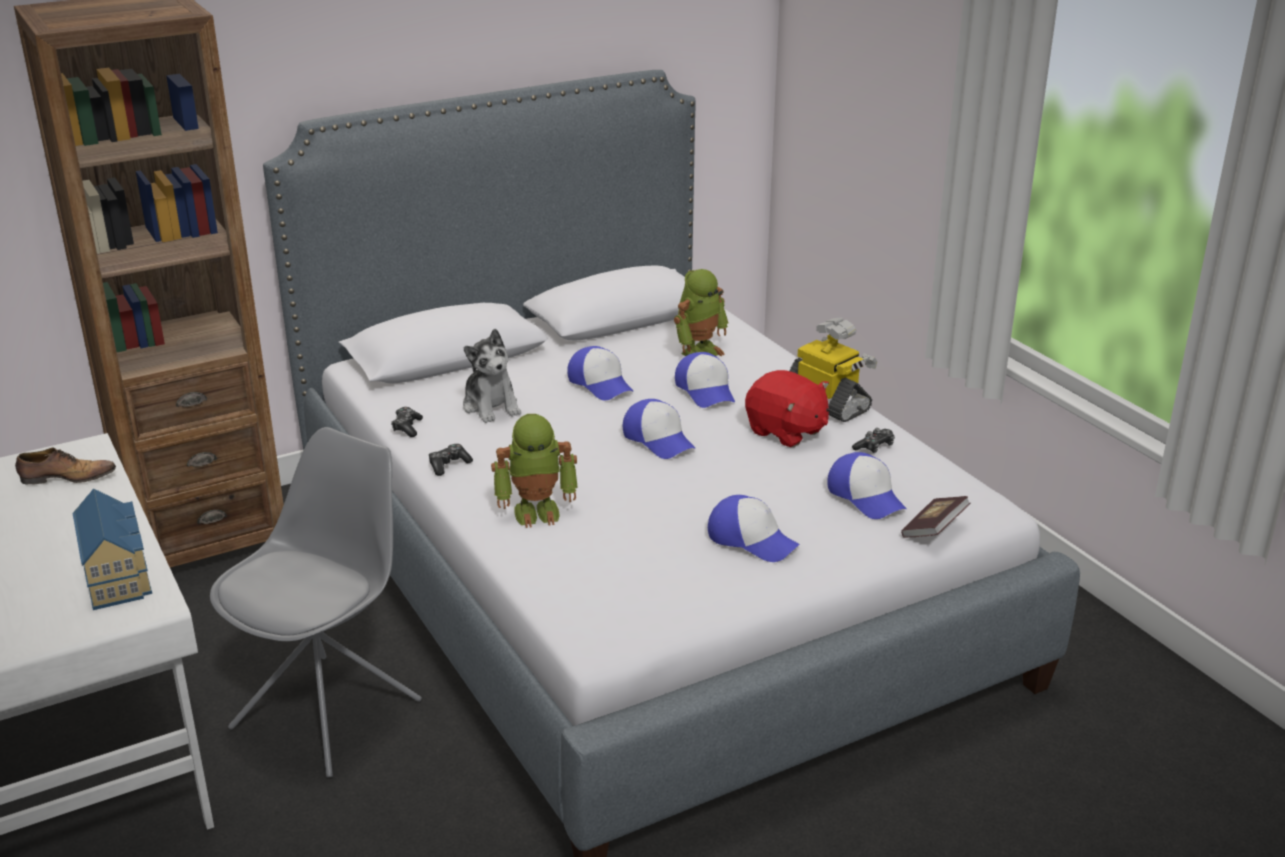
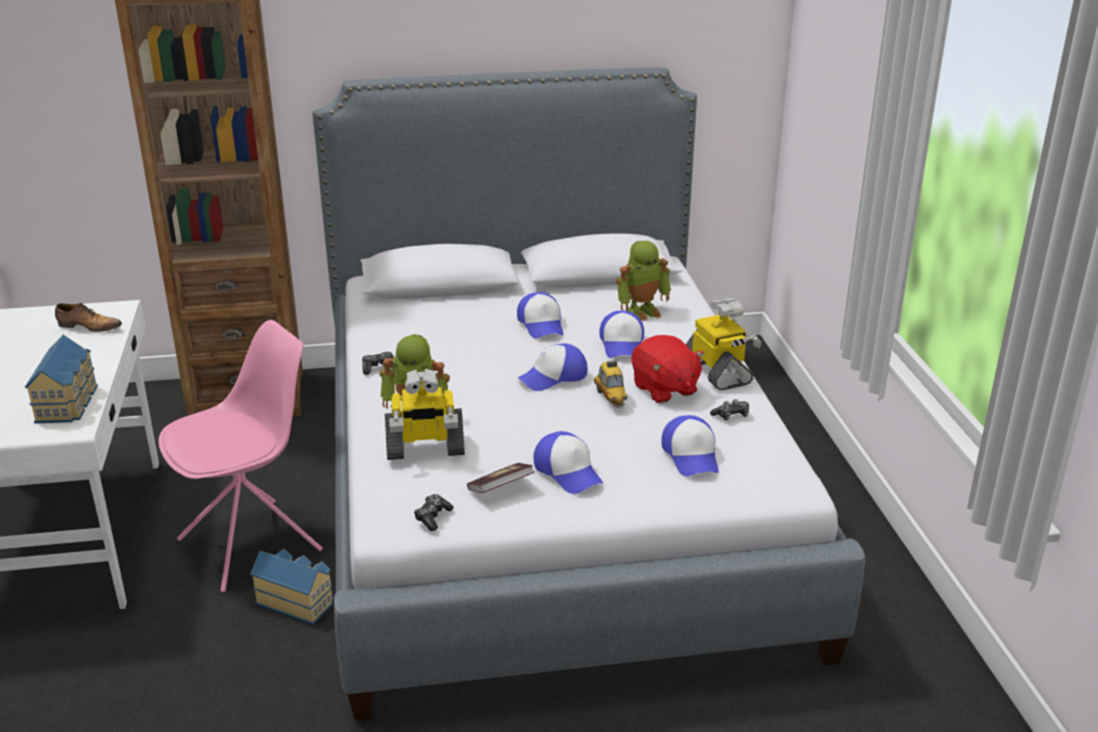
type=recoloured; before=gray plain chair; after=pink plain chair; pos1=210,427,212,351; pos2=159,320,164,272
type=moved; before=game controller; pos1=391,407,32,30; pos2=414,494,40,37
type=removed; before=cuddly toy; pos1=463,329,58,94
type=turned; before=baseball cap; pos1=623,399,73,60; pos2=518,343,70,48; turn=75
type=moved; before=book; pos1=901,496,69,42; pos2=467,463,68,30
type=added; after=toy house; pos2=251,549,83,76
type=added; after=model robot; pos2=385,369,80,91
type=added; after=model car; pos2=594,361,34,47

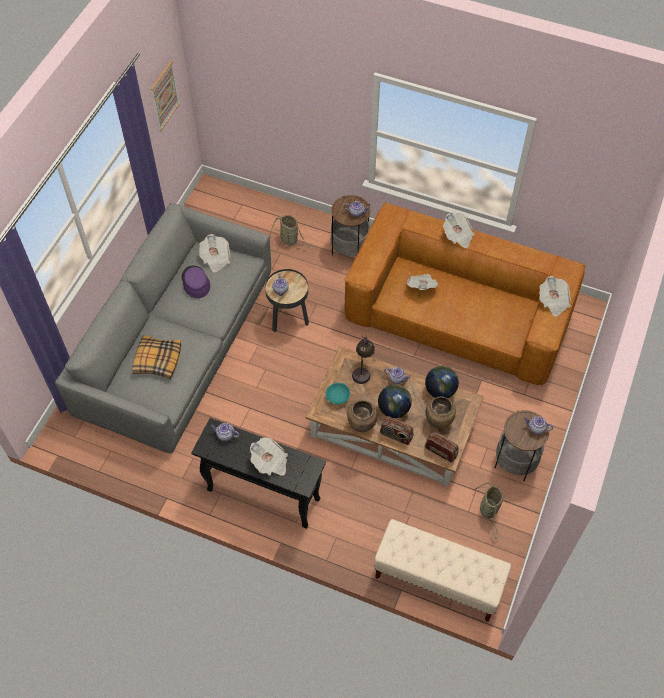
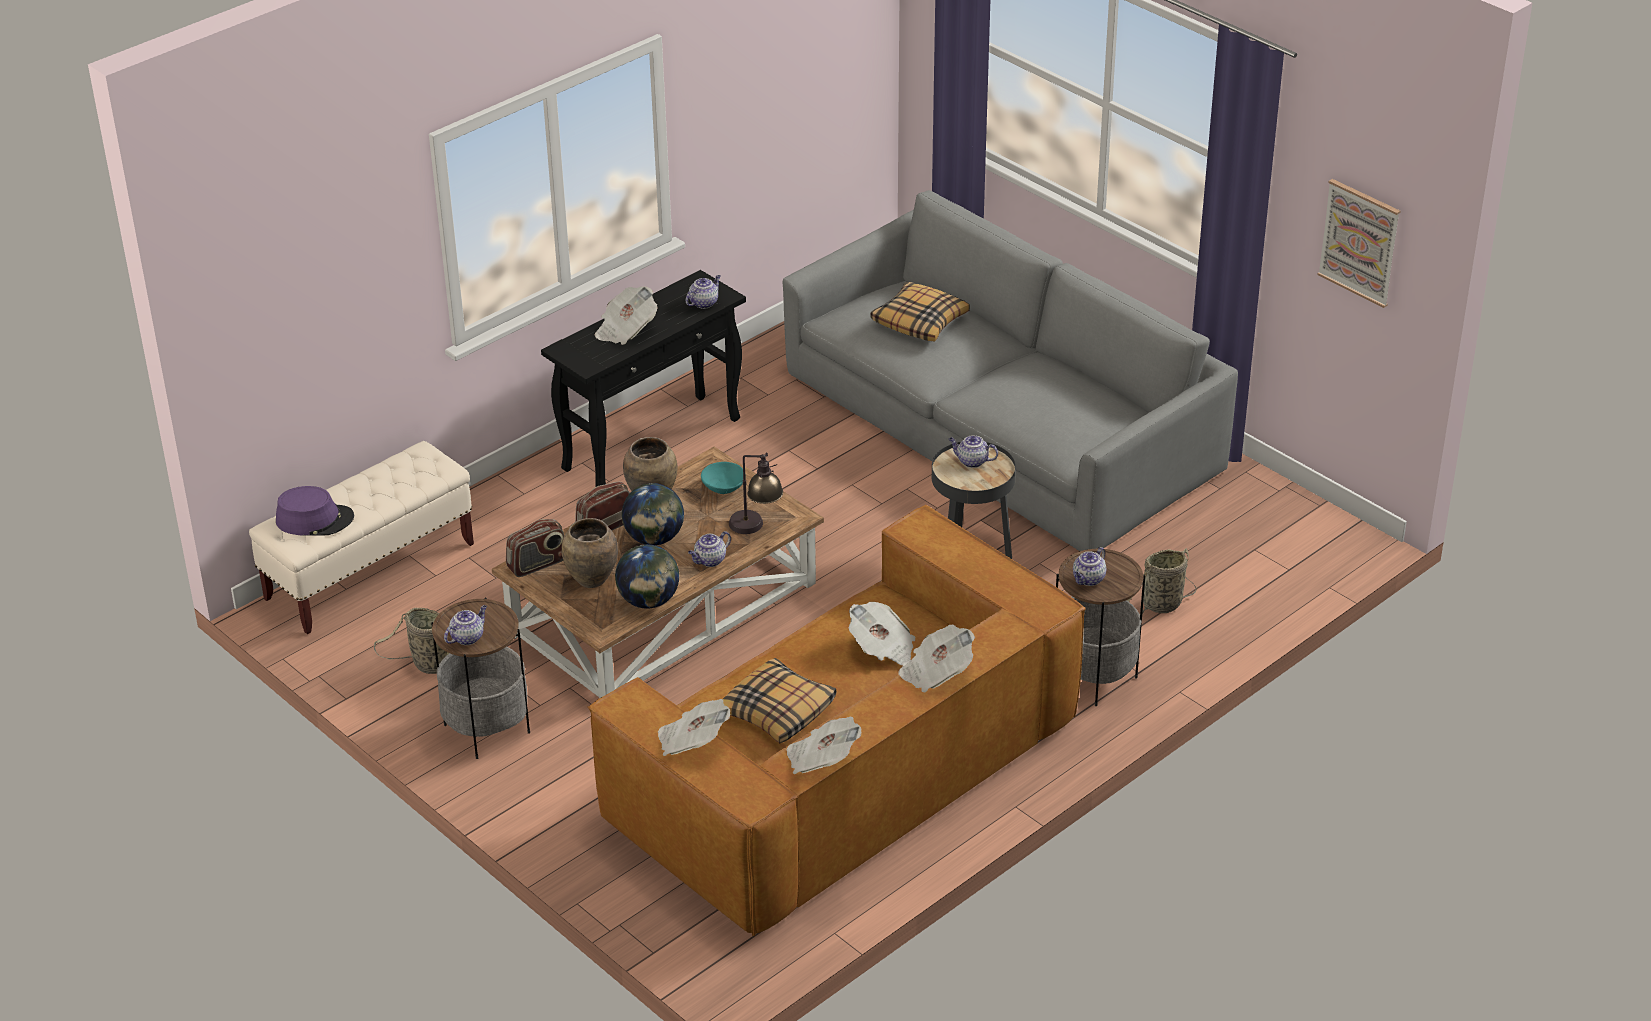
type=moved; before=purple-coloured hat; pos1=182,266,28,32; pos2=276,486,78,50
type=moved; before=printed paper; pos1=199,234,31,38; pos2=786,717,76,57
type=added; after=cushion; pos2=723,658,113,85

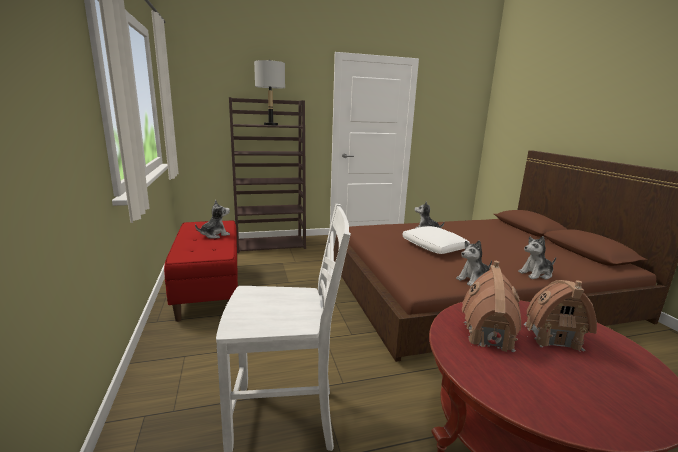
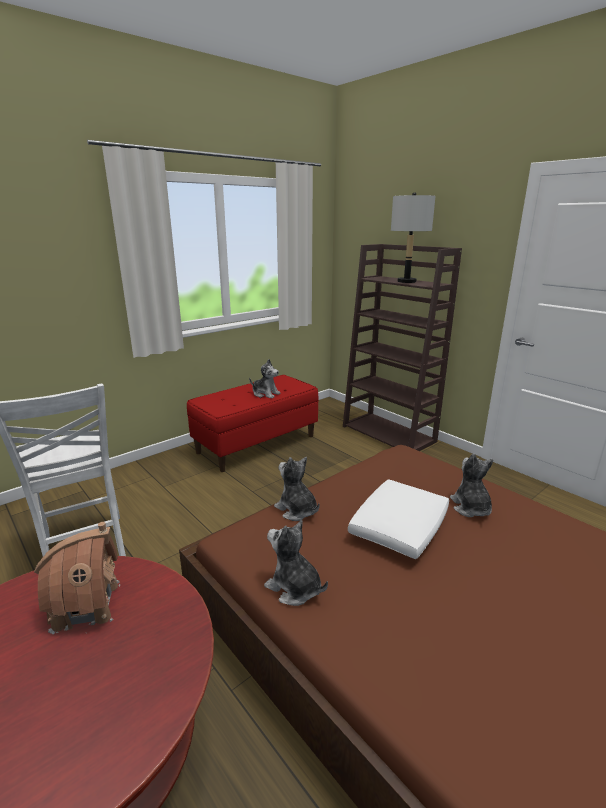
type=moved; before=cuddly toy; pos1=518,236,38,44; pos2=274,457,46,64
type=removed; before=toy house; pos1=524,280,73,72

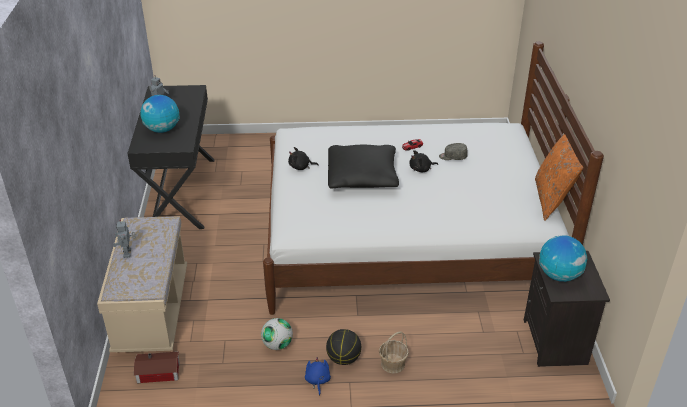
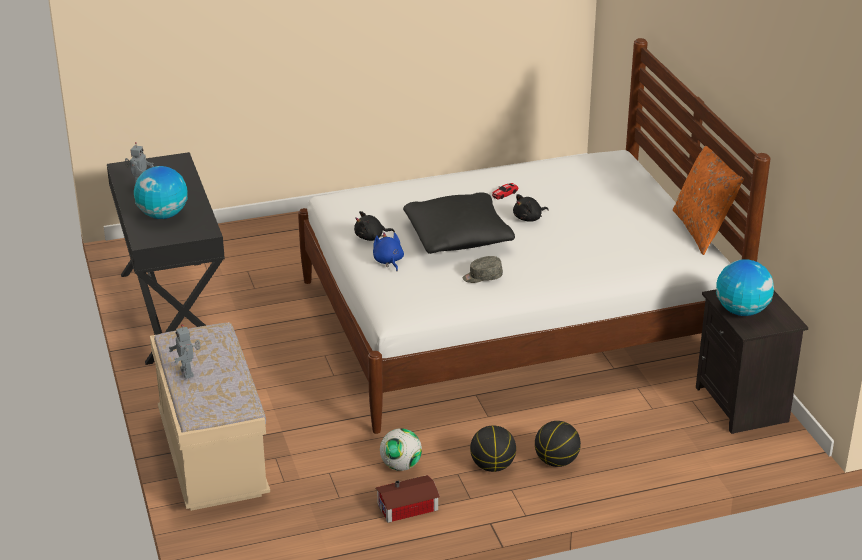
type=moved; before=toy house; pos1=134,351,46,32; pos2=376,475,64,48
type=moved; before=blue-coloured cuddly toy; pos1=305,357,26,39; pos2=373,232,31,39
type=replaced; before=storage basket; after=ball for basketball; pos1=379,332,30,41; pos2=535,421,46,46
type=moved; before=gray baseball cap; pos1=439,143,29,17; pos2=463,256,40,27

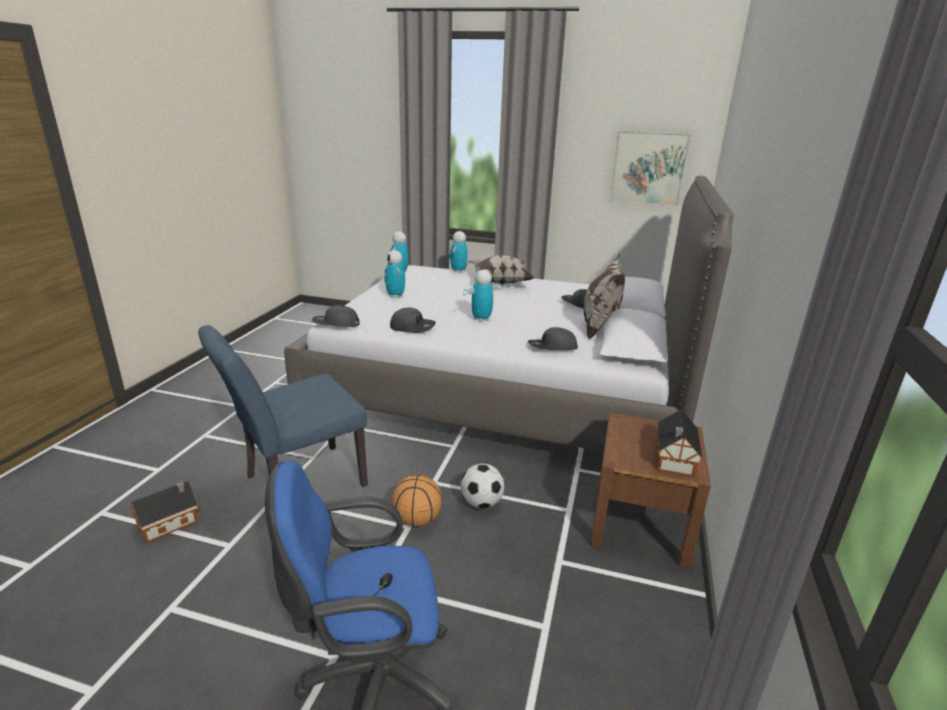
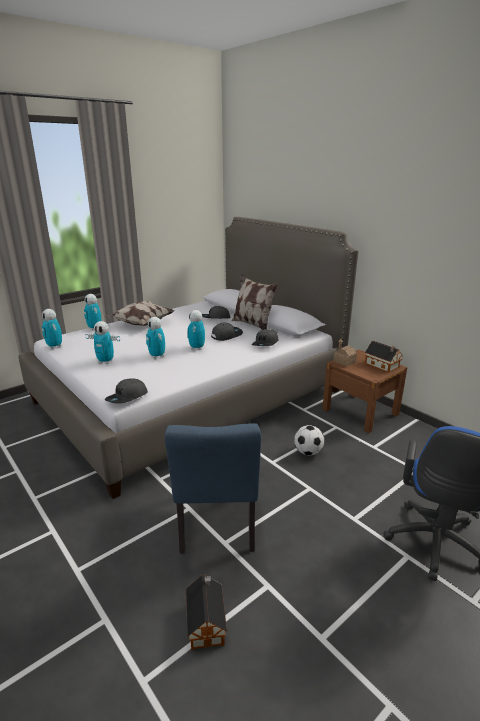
type=moved; before=gray baseball cap; pos1=390,307,46,26; pos2=211,322,32,19
type=removed; before=ball for basketball; pos1=392,474,50,52
type=removed; before=wall art; pos1=609,130,82,77
type=added; after=model robot; pos2=146,317,19,42
type=added; after=toy house; pos2=333,339,24,28

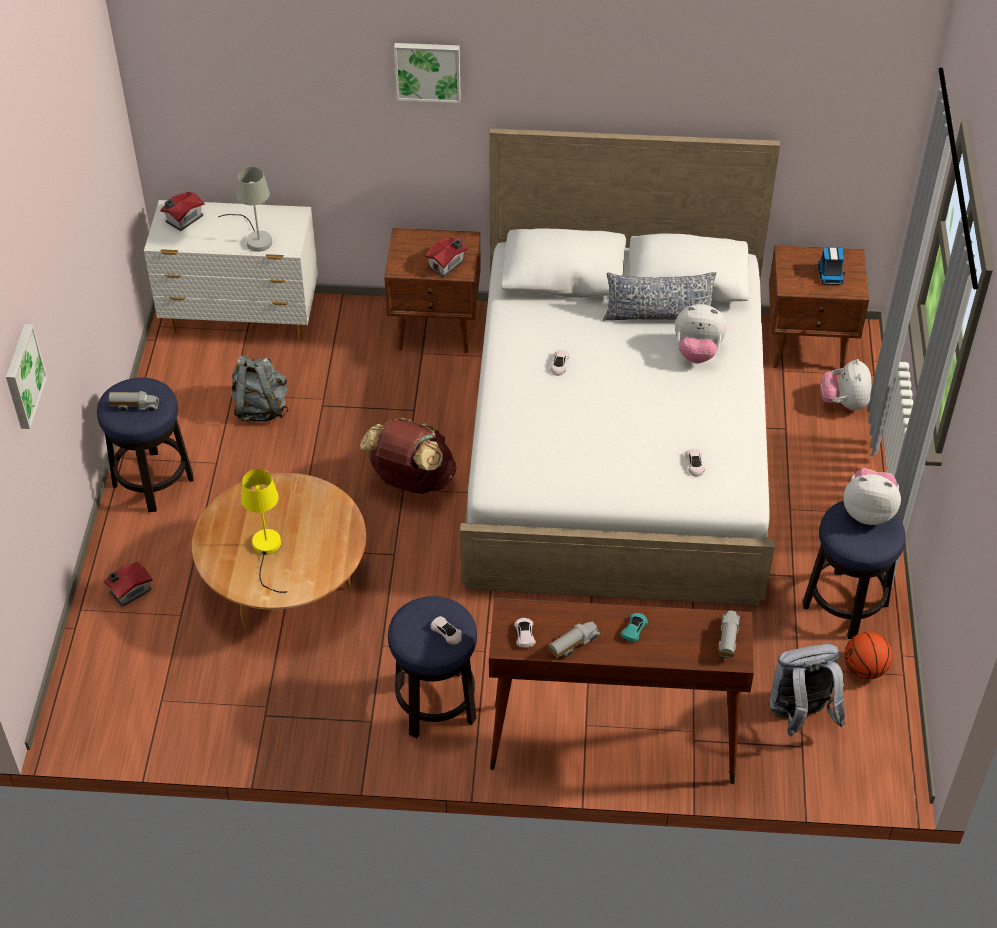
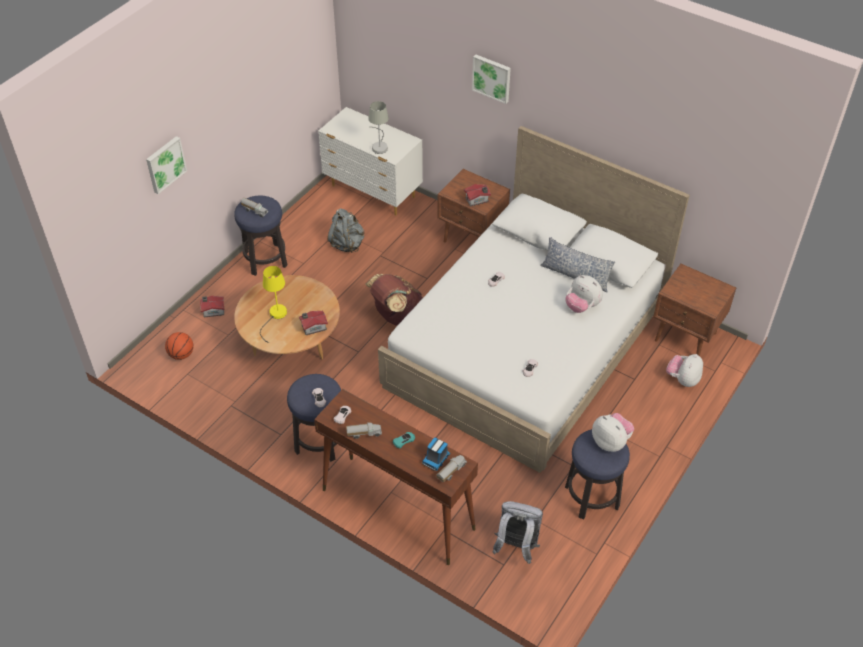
type=moved; before=toy house; pos1=161,192,44,39; pos2=299,311,29,24
type=moved; before=toy lorry; pos1=818,247,27,38; pos2=422,438,29,33
type=moved; before=ball for basketball; pos1=844,632,48,47; pos2=165,332,29,28

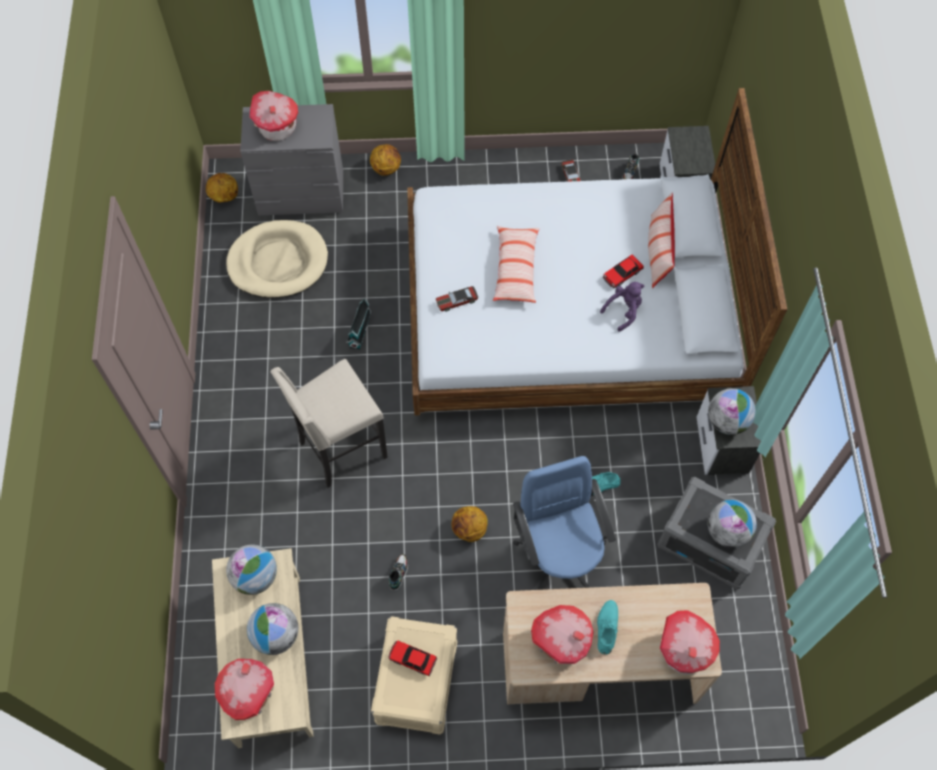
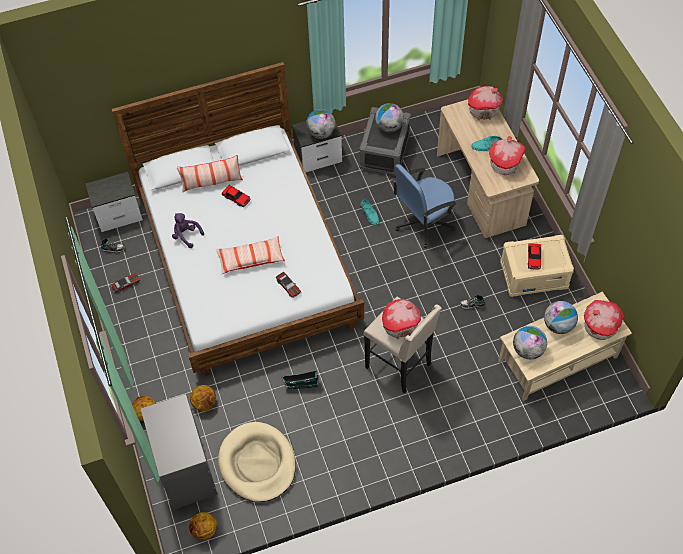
type=moved; before=toy house; pos1=249,91,49,50; pos2=382,299,39,40
type=moved; before=ball for basketball; pos1=452,506,36,36; pos2=190,385,26,26
type=moved; before=purple-coloured cuddly toy; pos1=600,282,44,50; pos2=172,213,32,35

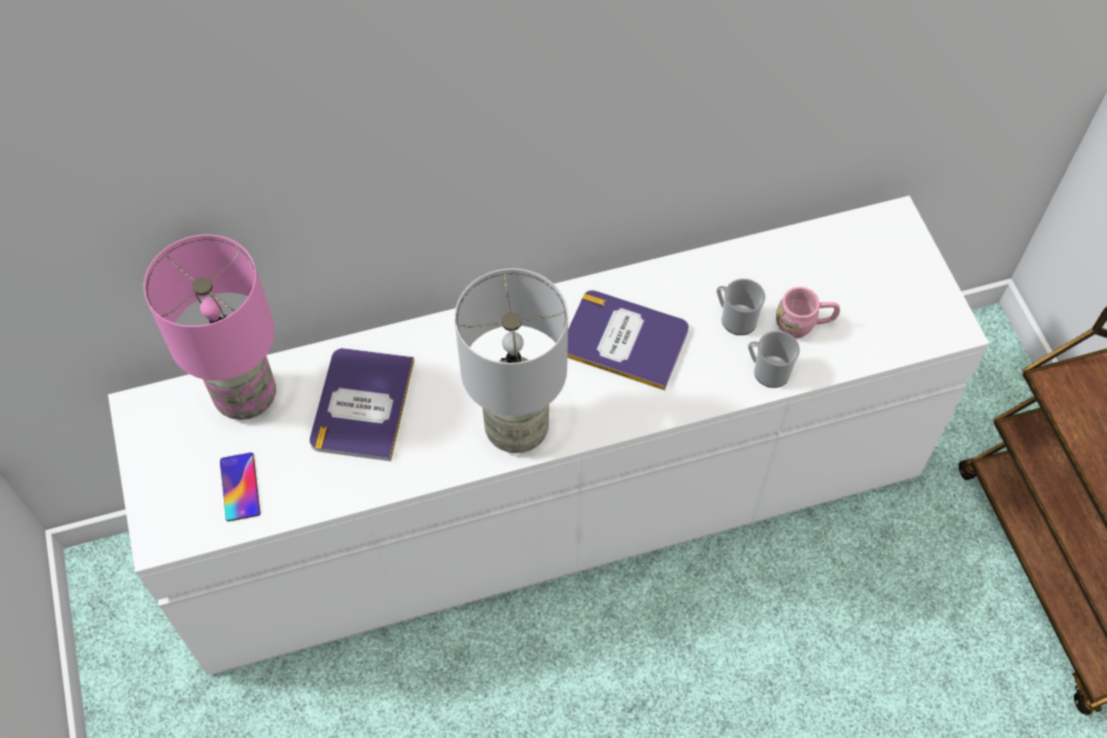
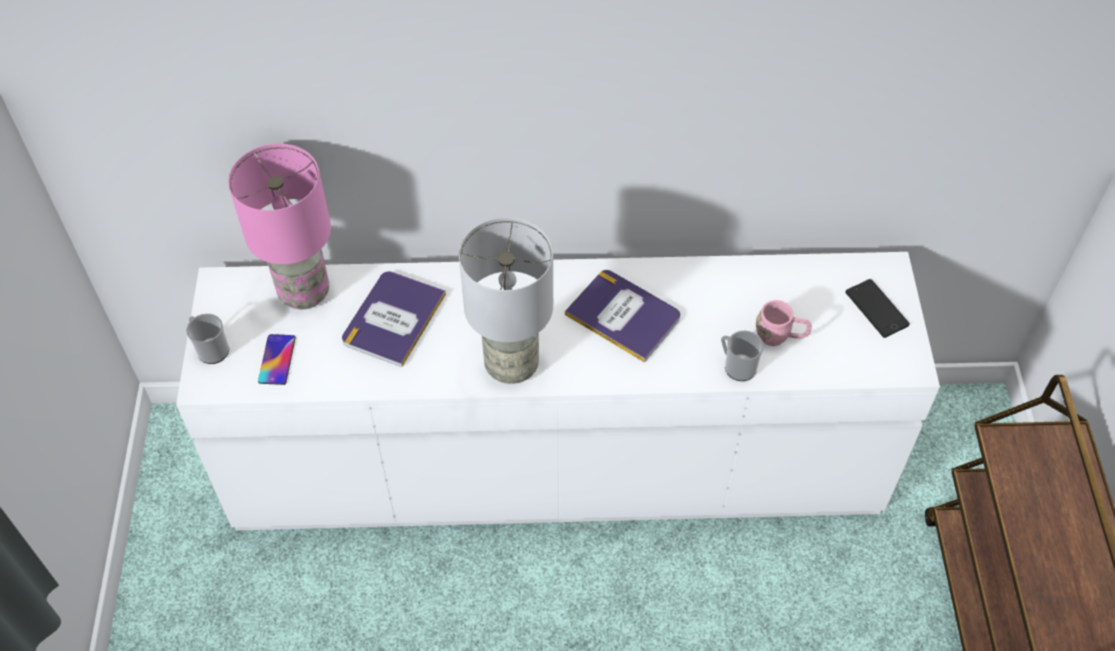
type=moved; before=tea mug; pos1=717,279,48,56; pos2=187,314,42,50
type=added; after=handset; pos2=845,279,65,59

